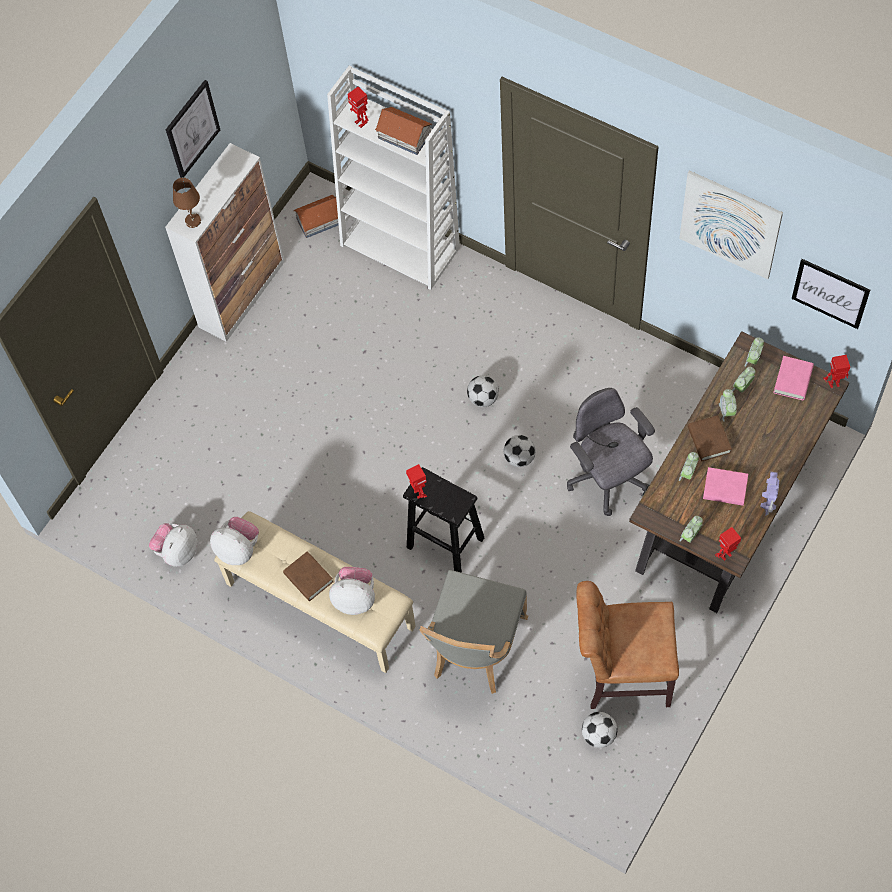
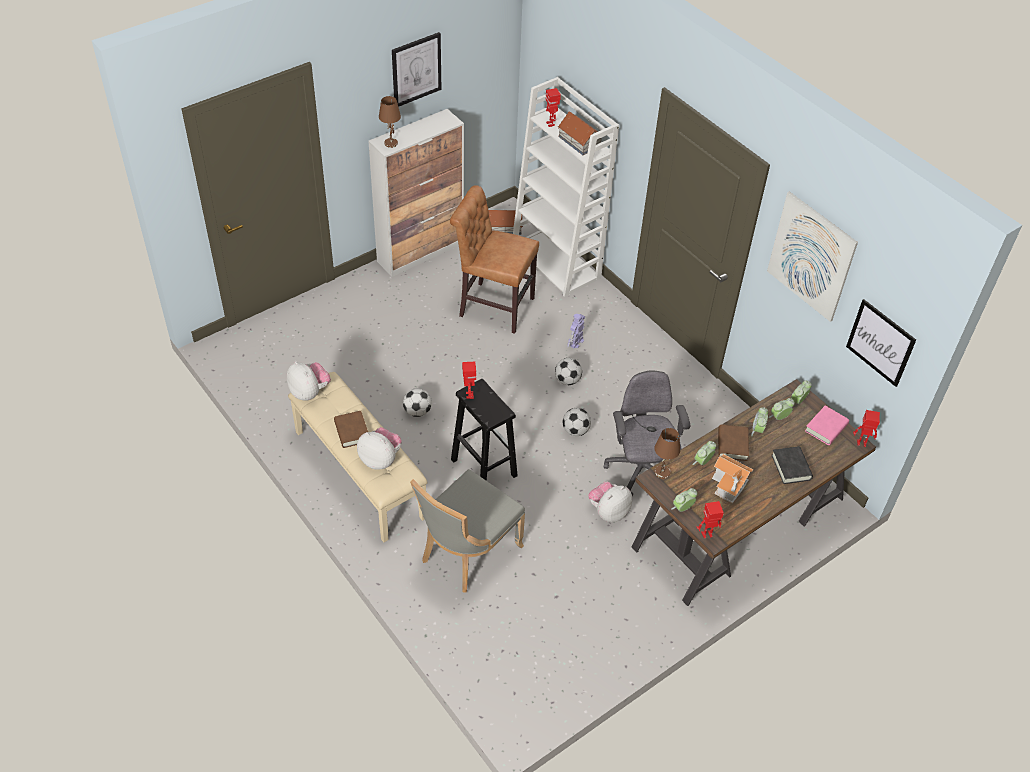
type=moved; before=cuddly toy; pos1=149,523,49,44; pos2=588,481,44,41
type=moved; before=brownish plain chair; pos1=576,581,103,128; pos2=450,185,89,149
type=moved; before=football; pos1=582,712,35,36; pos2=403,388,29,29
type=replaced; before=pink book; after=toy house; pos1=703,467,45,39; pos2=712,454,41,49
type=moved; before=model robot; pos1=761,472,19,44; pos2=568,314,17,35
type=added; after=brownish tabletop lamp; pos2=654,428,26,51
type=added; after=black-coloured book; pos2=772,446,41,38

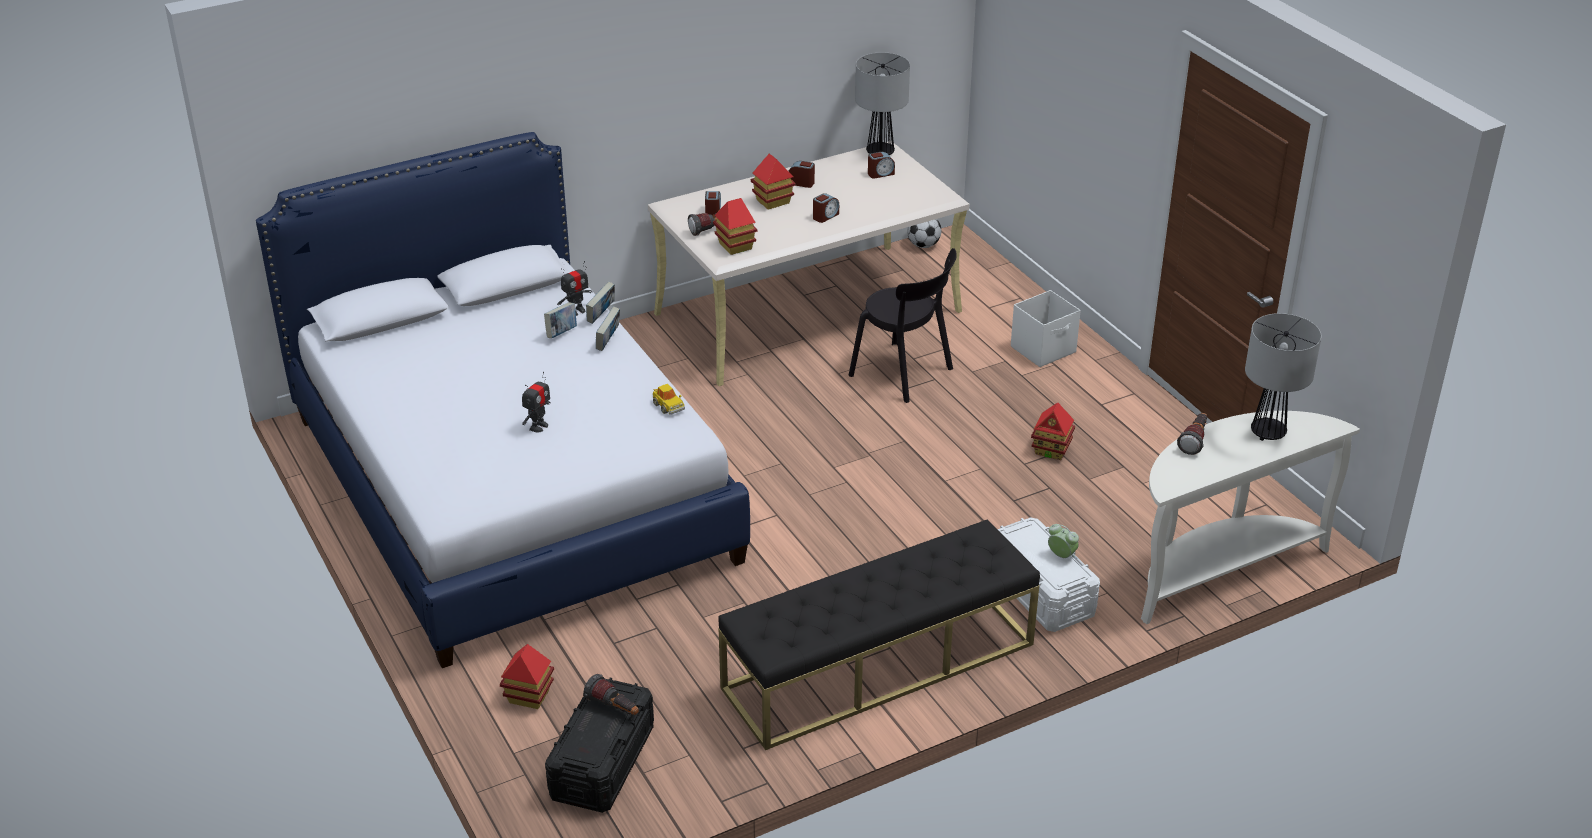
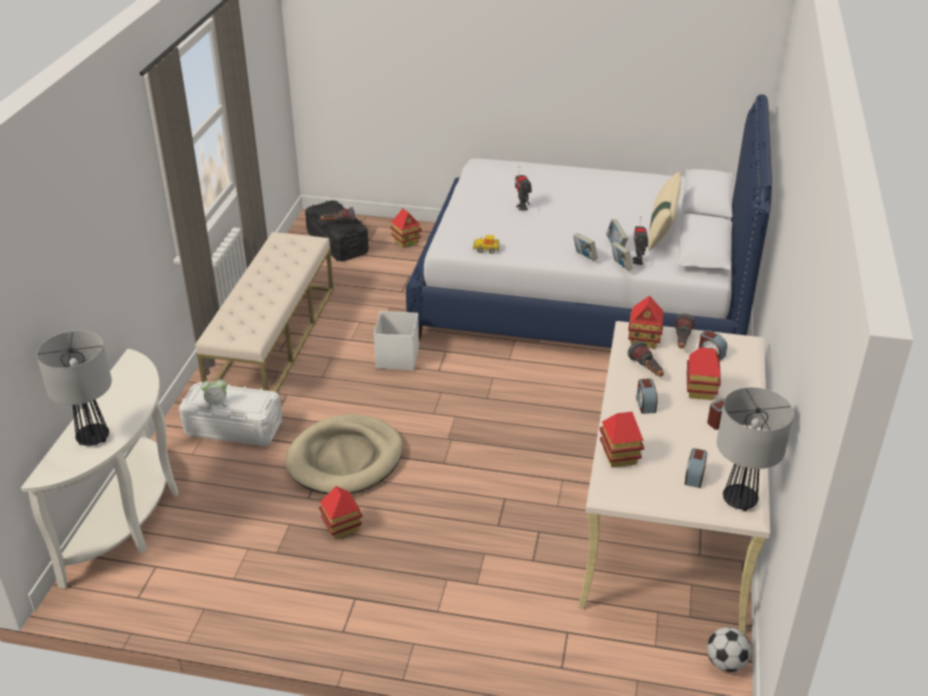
type=recoloured; before=black-coloured long seat; after=beige-coloured long seat; pos1=718,519,322,231; pos2=196,232,138,160
type=removed; before=black-coloured plain chair; pos1=849,248,108,155
type=moved; before=white storage container; pos1=1011,290,70,77; pos2=374,311,45,60
type=moved; before=flashlight; pos1=1177,413,30,42; pos2=628,341,36,36
type=added; after=beige-coloured dog cushion; pos2=285,414,118,80
type=added; after=toy house; pos2=600,412,44,56
type=added; after=beige-coloured cushion; pos2=648,172,33,79

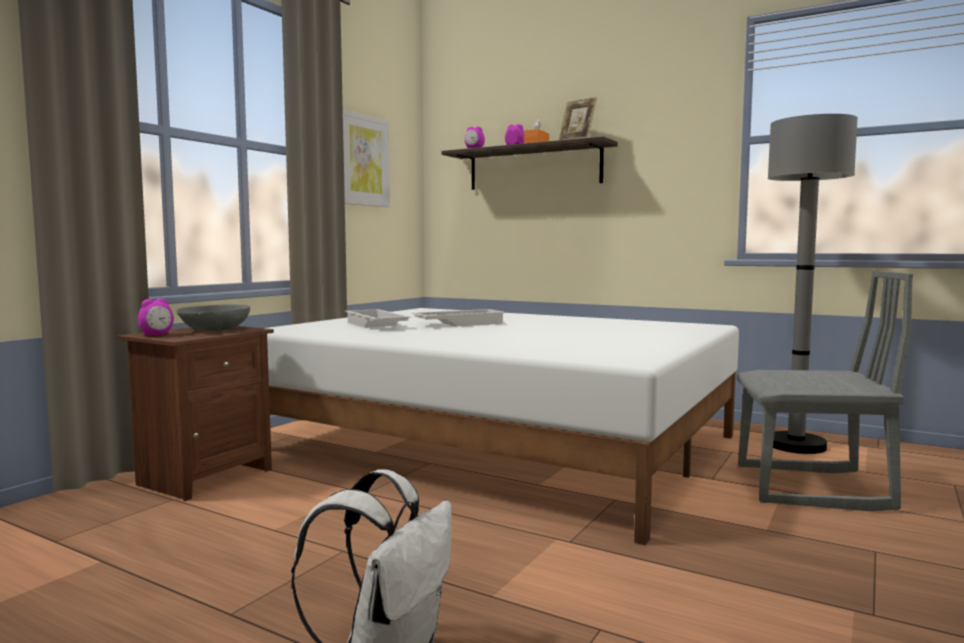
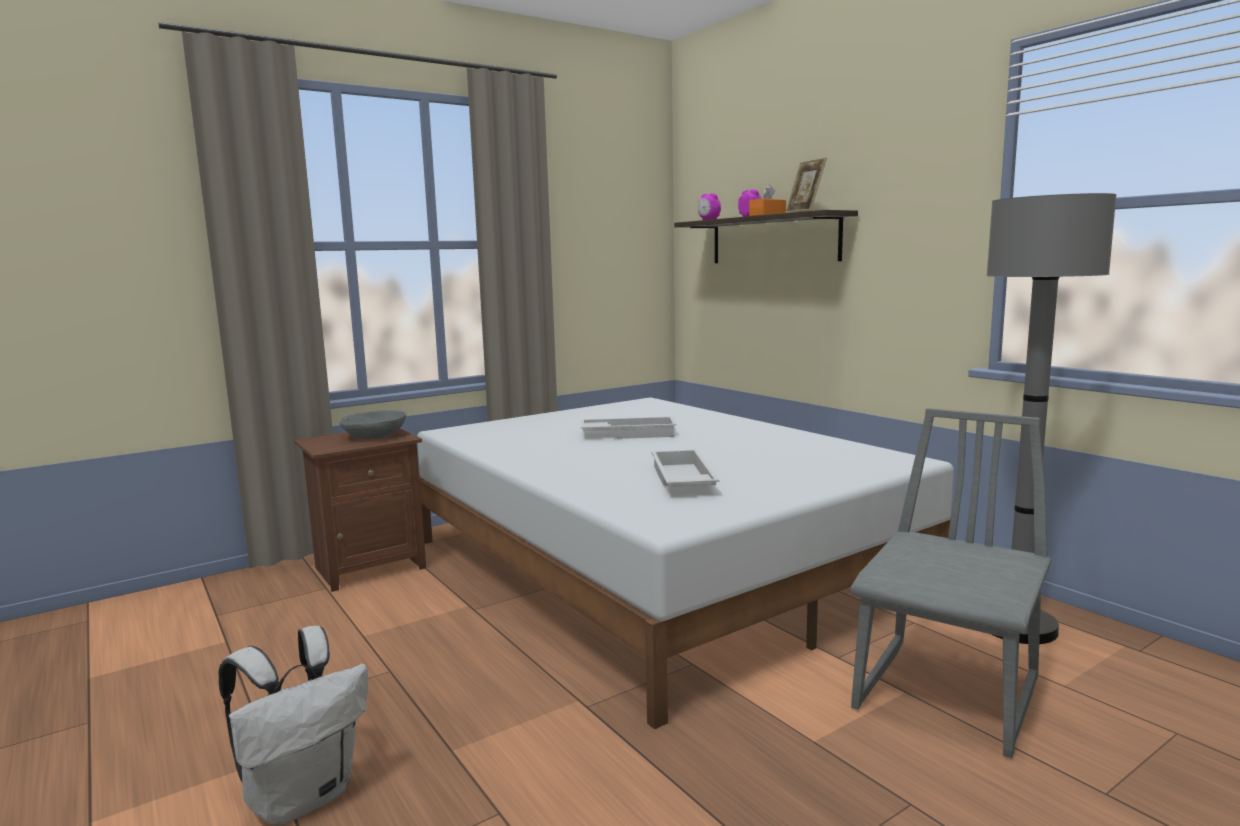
type=removed; before=bedside clock; pos1=138,298,36,38
type=removed; before=wall art; pos1=343,109,47,98
type=moved; before=white serving tray; pos1=345,309,66,19; pos2=651,449,69,38
type=turned; before=gray plain chair; pos1=737,270,176,241; pos2=850,408,201,350; turn=-90

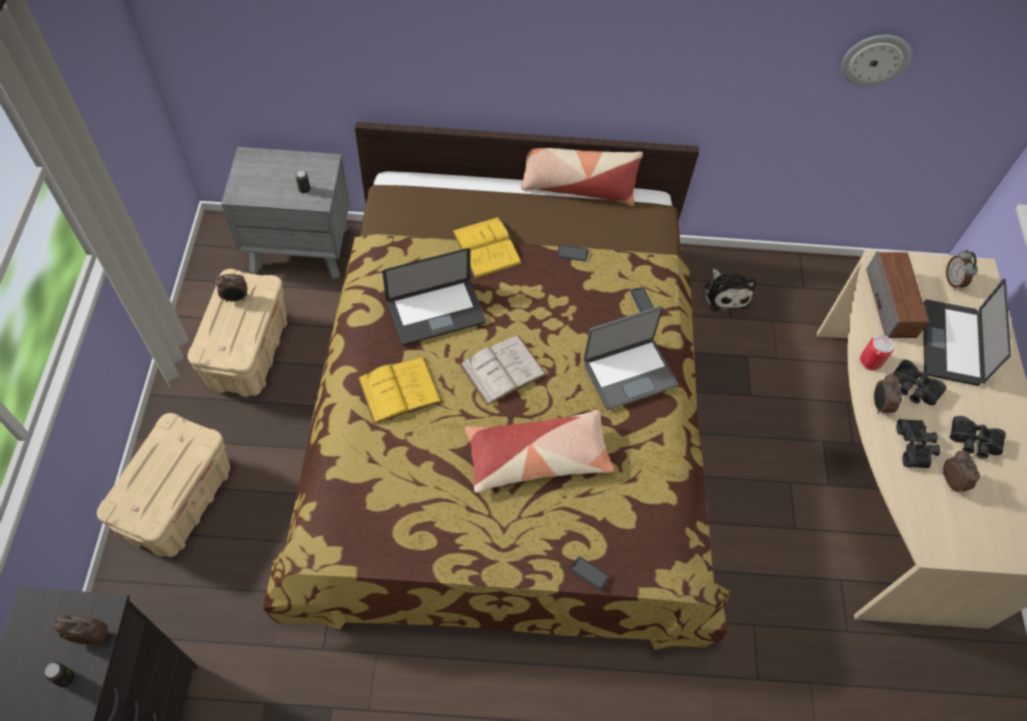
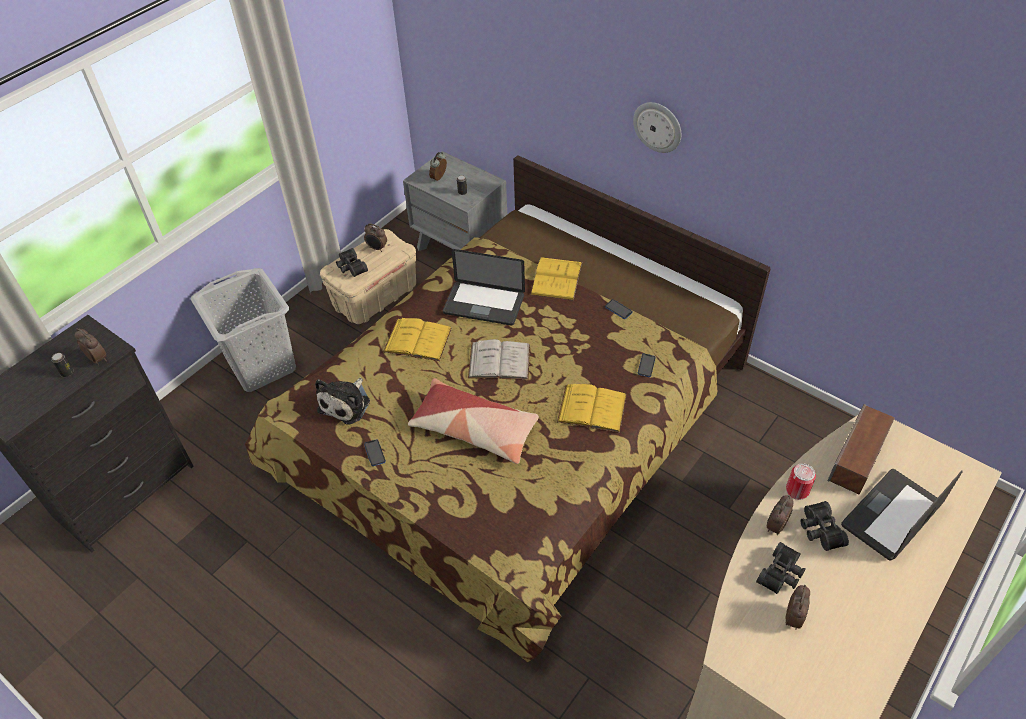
type=replaced; before=beige-coloured storage container; after=gray washing basket; pos1=97,413,133,144; pos2=191,268,105,124
type=removed; before=cushion; pos1=521,148,122,58
type=moved; before=handset; pos1=570,557,39,33; pos2=364,439,22,27
type=replaced; before=notebook computer; after=yellow-coloured book; pos1=583,306,95,104; pos2=557,384,70,49
type=moved; before=cuddly toy; pos1=704,268,52,44; pos2=315,377,55,48
type=moved; before=wall clock; pos1=841,35,70,51; pos2=633,102,48,51
type=moved; before=bedside clock; pos1=946,250,32,39; pos2=429,152,18,30
type=moved; before=black-coloured pair of binoculars; pos1=950,416,56,43; pos2=336,248,32,29

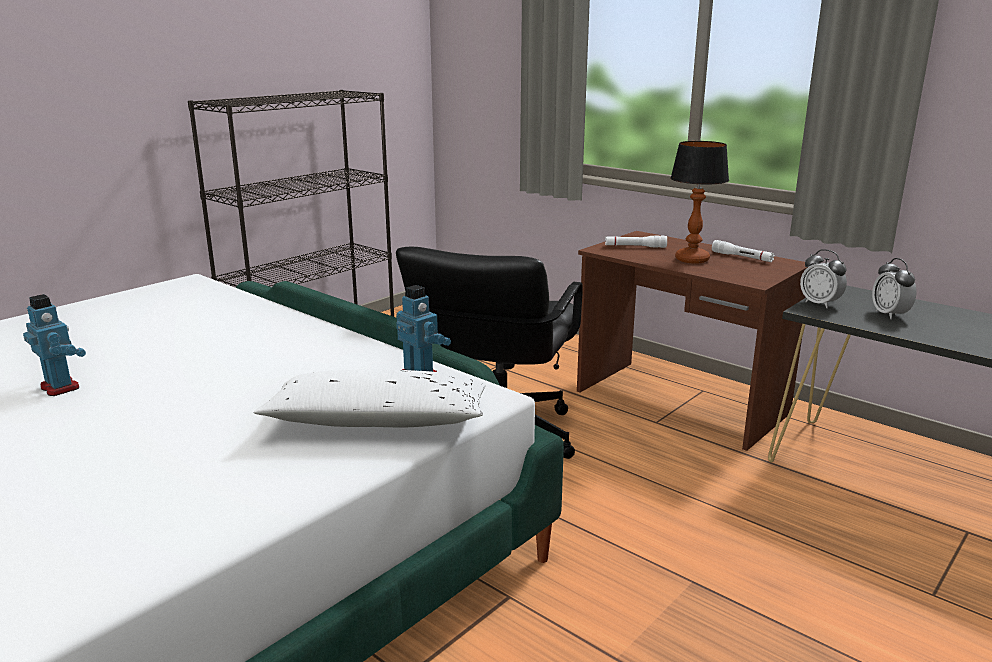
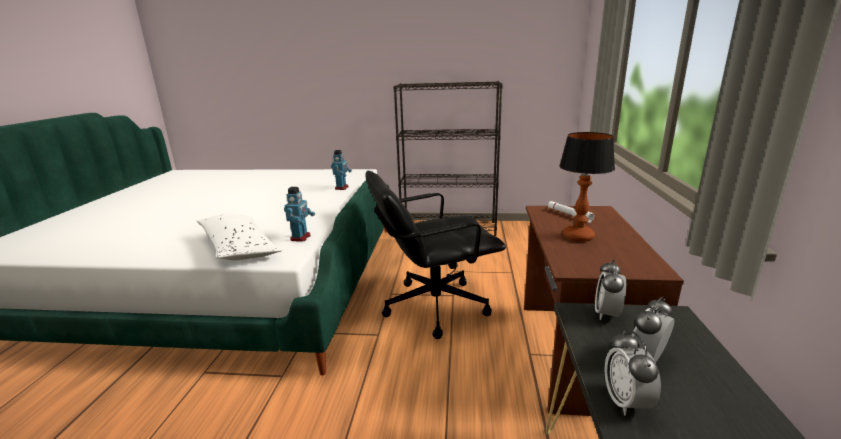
type=moved; before=model robot; pos1=23,294,63,102; pos2=331,150,21,40
type=removed; before=white flashlight; pos1=712,240,63,22
type=added; after=bedside clock; pos2=605,331,56,85

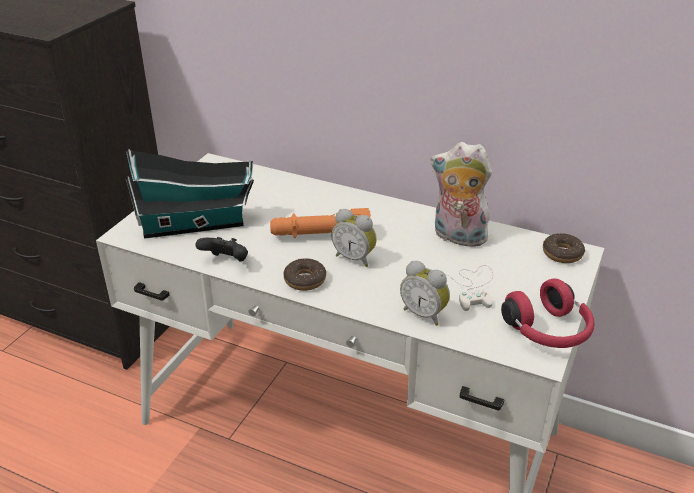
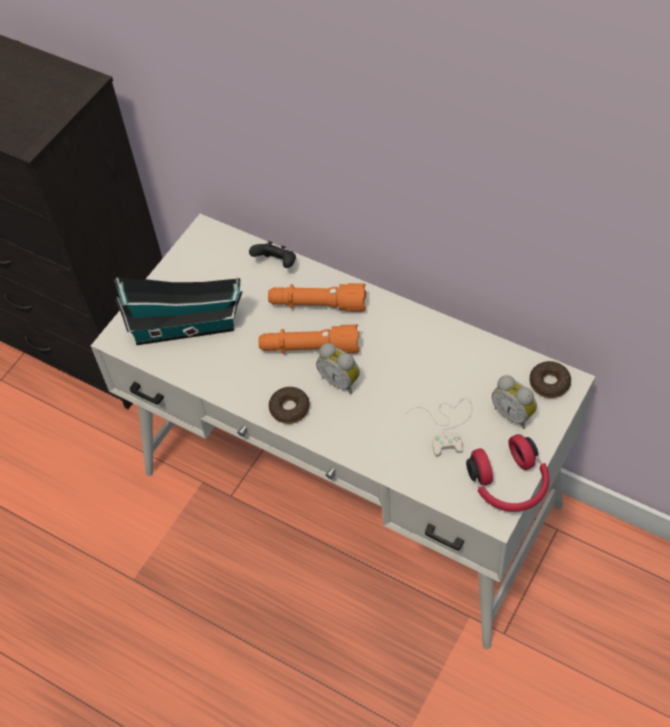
type=moved; before=black-coloured game controller; pos1=195,237,53,24; pos2=249,241,47,27
type=moved; before=bedside clock; pos1=400,261,50,65; pos2=492,375,45,54
type=removed; before=cuddly toy; pos1=431,142,61,105
type=added; after=orange flashlight; pos2=268,283,98,29

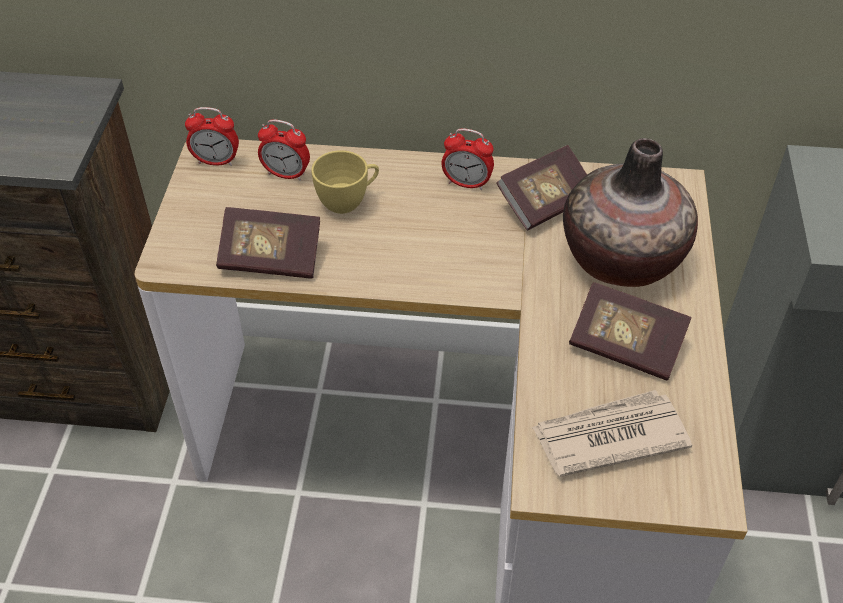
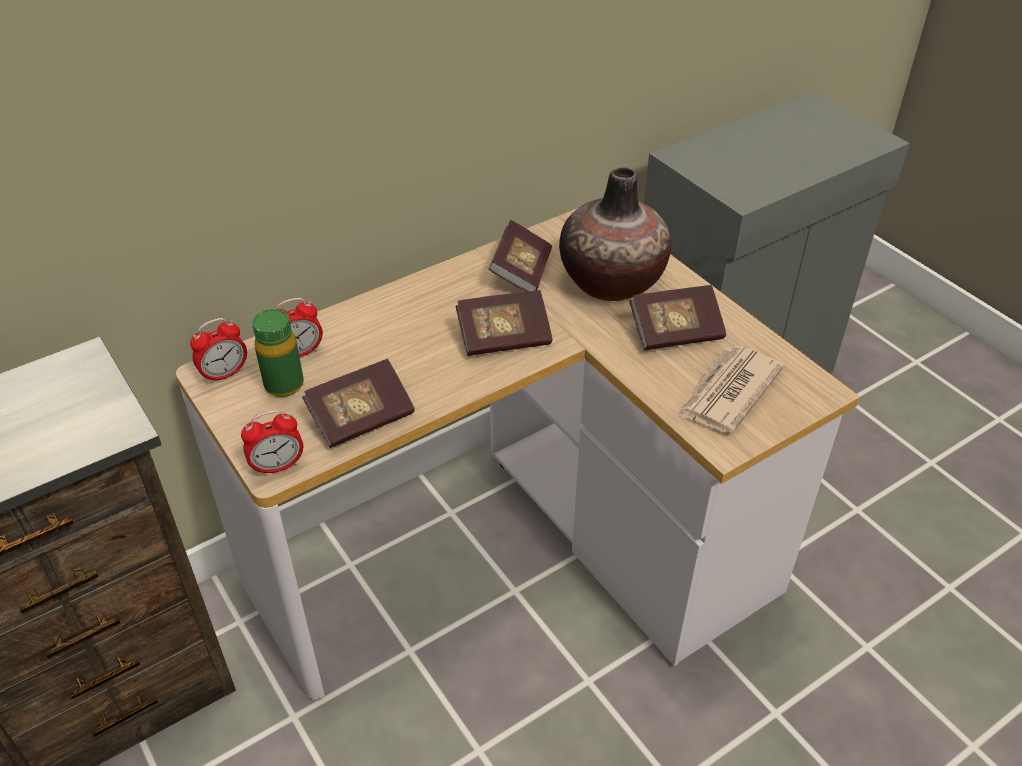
type=removed; before=yellow-coloured small cup; pos1=311,150,68,64
type=moved; before=bedside clock; pos1=441,128,53,62; pos2=241,410,62,66
type=added; after=green beverage bottle; pos2=252,309,52,88
type=added; after=book; pos2=456,290,97,66

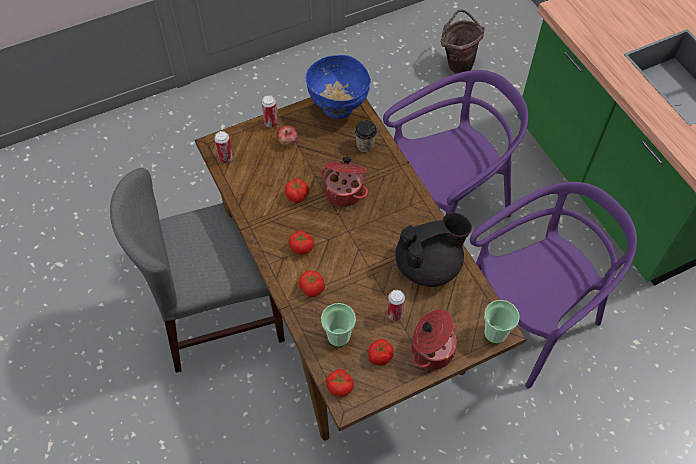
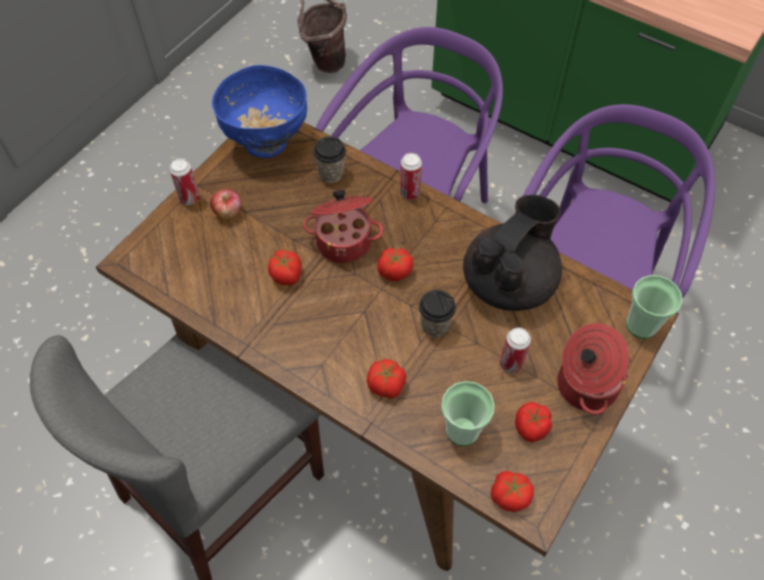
type=moved; before=metal can; pos1=214,131,19,32; pos2=400,153,22,47
type=moved; before=tomato; pos1=288,230,26,25; pos2=377,248,36,33
type=added; after=small cup; pos2=419,290,37,48

